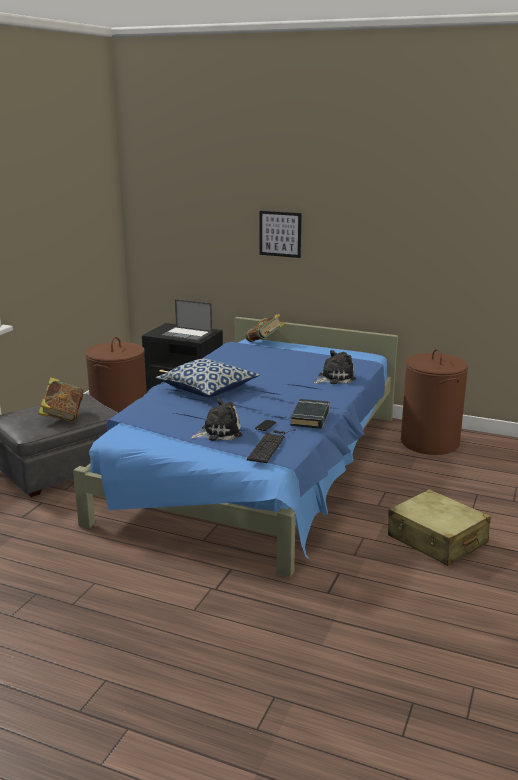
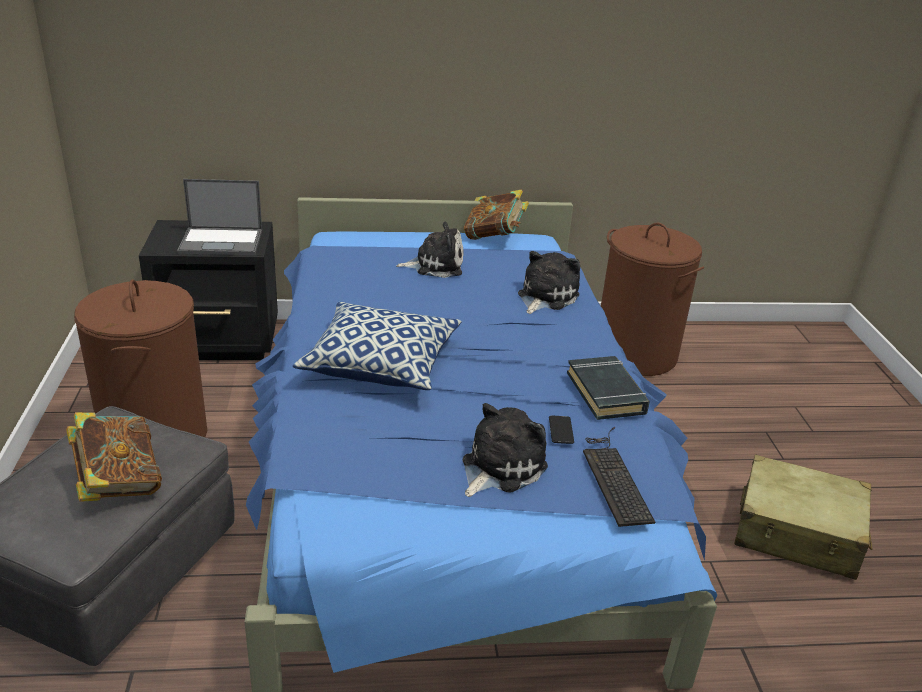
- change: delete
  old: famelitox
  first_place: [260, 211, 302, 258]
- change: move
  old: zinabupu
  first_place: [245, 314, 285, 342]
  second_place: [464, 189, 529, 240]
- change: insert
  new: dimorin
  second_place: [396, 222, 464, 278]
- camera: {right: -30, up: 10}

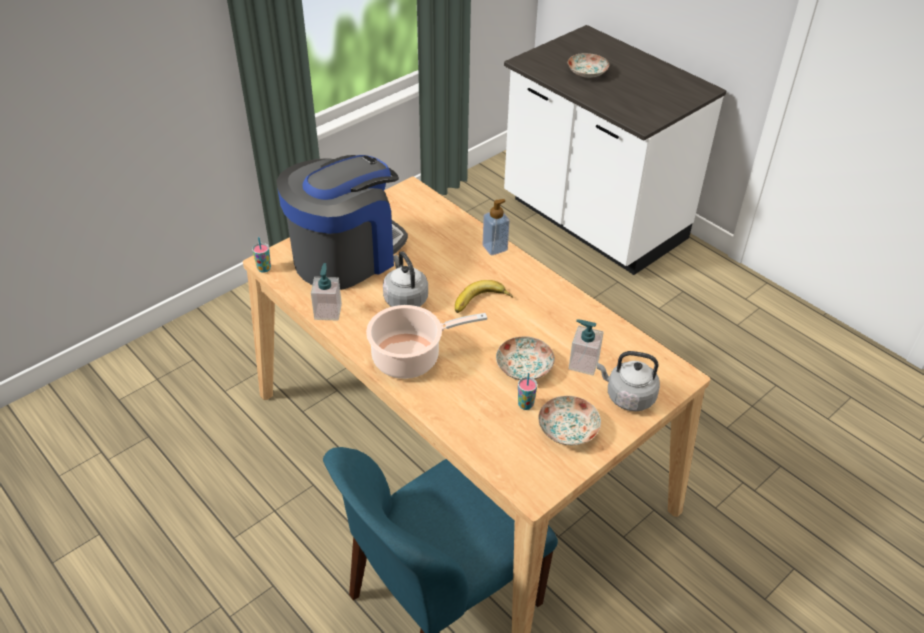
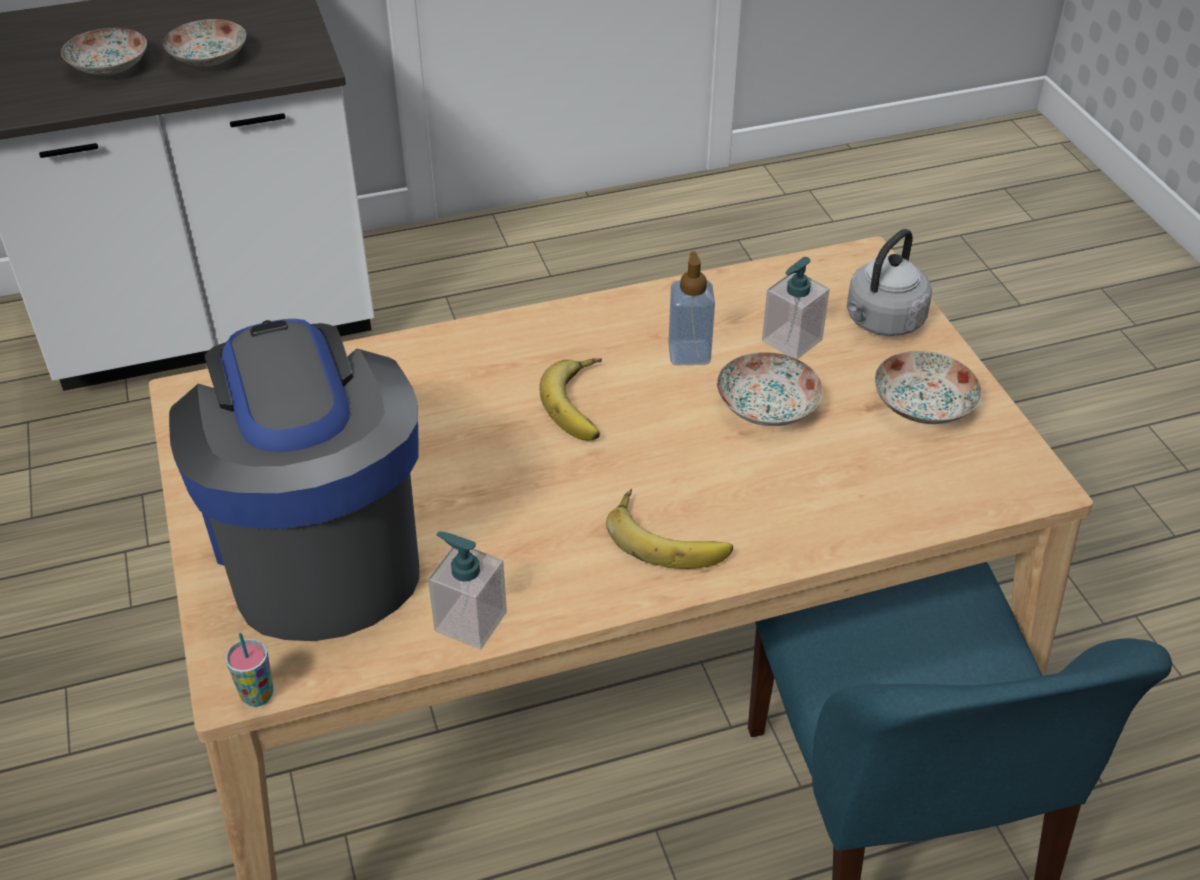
- change: move
  old: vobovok
  first_place: [483, 199, 510, 255]
  second_place: [668, 252, 715, 365]
- change: delete
  old: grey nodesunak
  first_place: [383, 251, 428, 307]
- change: replace
  old: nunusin
  new: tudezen
  first_place: [366, 305, 487, 379]
  second_place: [606, 489, 733, 569]
- change: delete
  old: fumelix
  first_place: [518, 373, 537, 410]
- change: insert
  new: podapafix
  second_place: [163, 19, 246, 67]
- camera: {right: -65, up: 0}

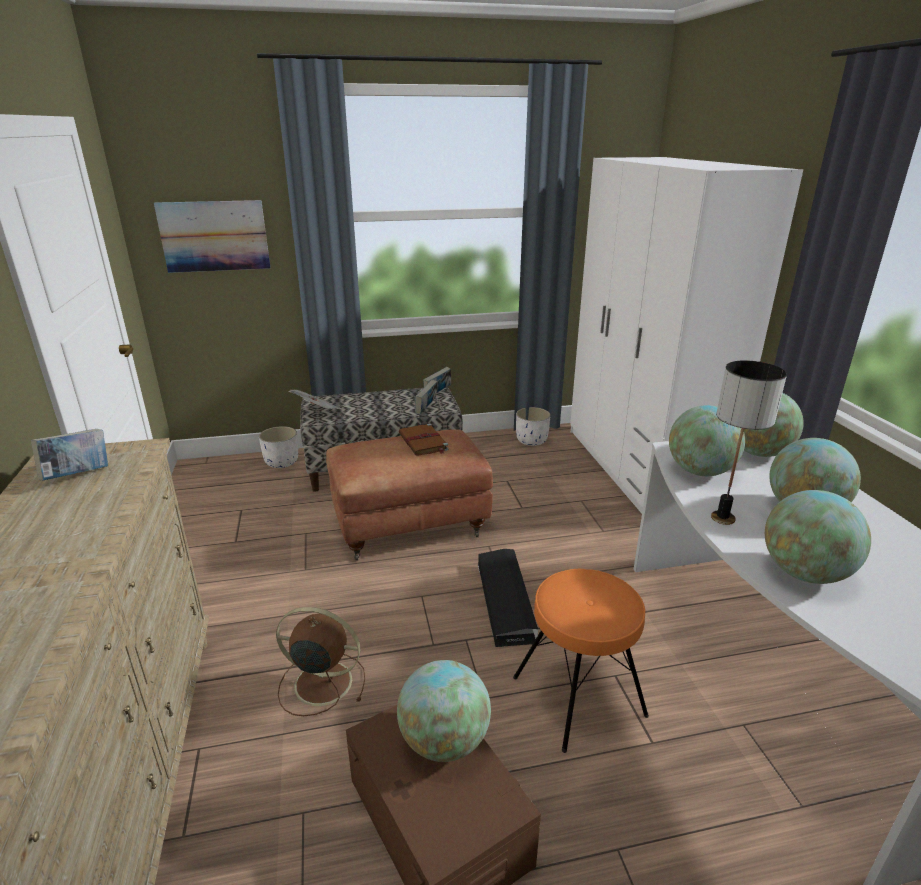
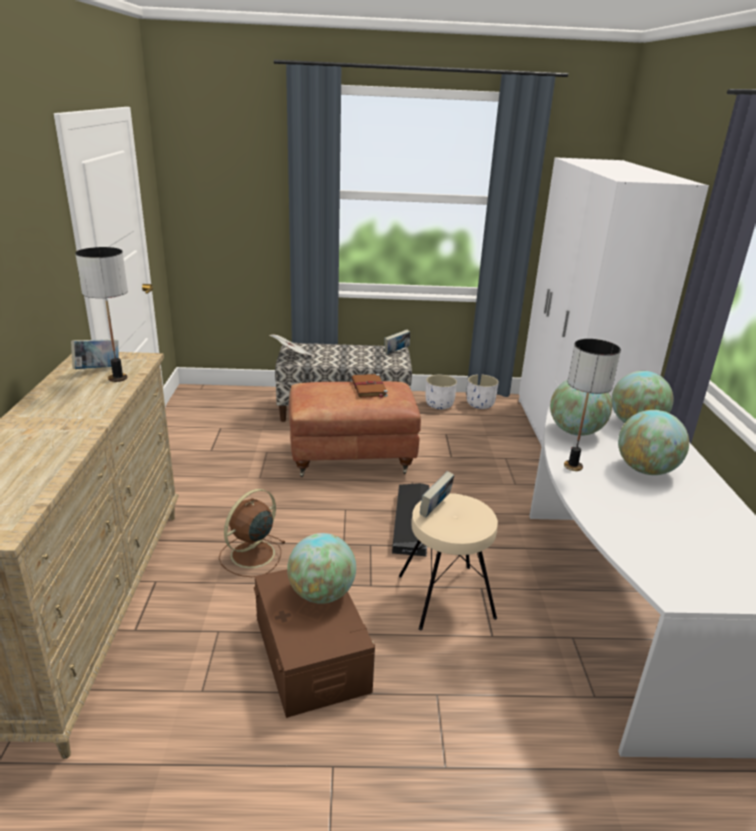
- change: delete
  old: famelitox
  first_place: [154, 200, 270, 273]
- change: move
  old: zinabupu
  first_place: [415, 380, 437, 414]
  second_place: [420, 471, 454, 517]
- change: move
  old: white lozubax
  first_place: [259, 426, 298, 468]
  second_place: [426, 375, 457, 409]
- change: delete
  old: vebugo
  first_place: [765, 490, 871, 584]
- change: recolor
  old: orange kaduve
  new: beige kaduve
  first_place: [513, 569, 649, 753]
  second_place: [399, 493, 498, 630]
- change: rotate
  old: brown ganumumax
  first_place: [276, 607, 365, 716]
  second_place: [219, 489, 286, 577]
  degrees: -75
- change: insert
  new: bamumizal
  second_place: [75, 247, 128, 382]
- camera: {right: 10, up: 0}

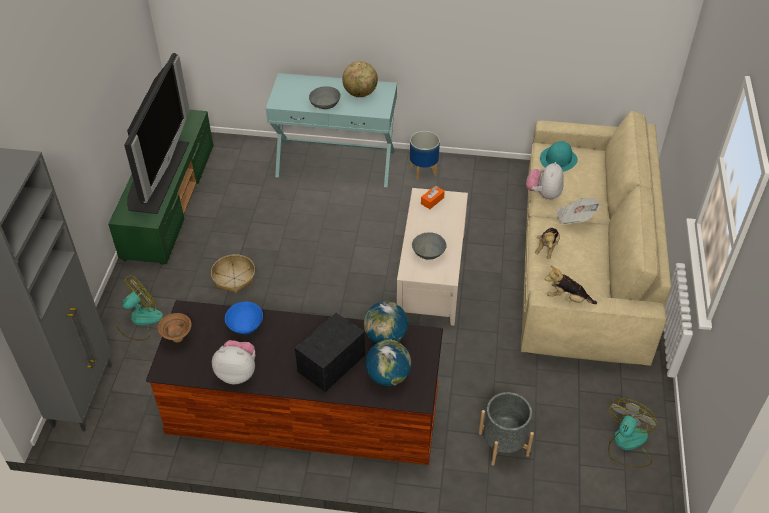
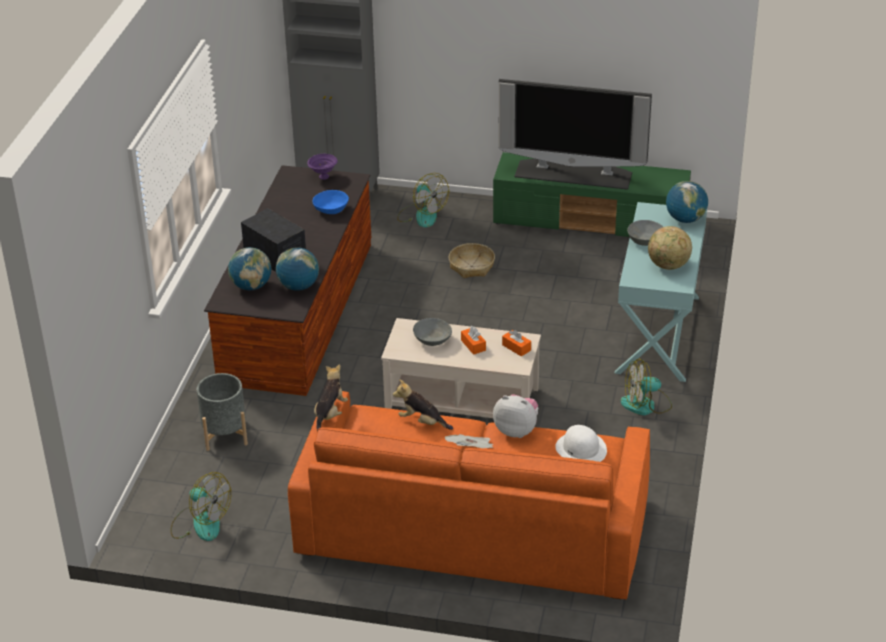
- change: recolor
  old: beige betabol
  new: orange betabol
  first_place: [521, 111, 671, 366]
  second_place: [288, 391, 650, 599]
- change: replace
  old: lozubax
  new: ganumumax
  first_place: [410, 131, 440, 180]
  second_place: [620, 359, 672, 415]
- change: recolor
  old: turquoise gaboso
  new: white gaboso
  first_place: [540, 141, 578, 172]
  second_place: [555, 425, 607, 462]
- change: recolor
  old: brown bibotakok
  new: purple bibotakok
  first_place: [158, 313, 191, 343]
  second_place: [307, 154, 338, 180]
- change: delete
  old: dimorin
  first_place: [212, 340, 256, 384]
- change: insert
  new: vebugo
  second_place: [666, 181, 708, 223]
- change: insert
  new: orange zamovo
  second_place: [461, 326, 486, 355]
- camera: {right: 95, up: -10}

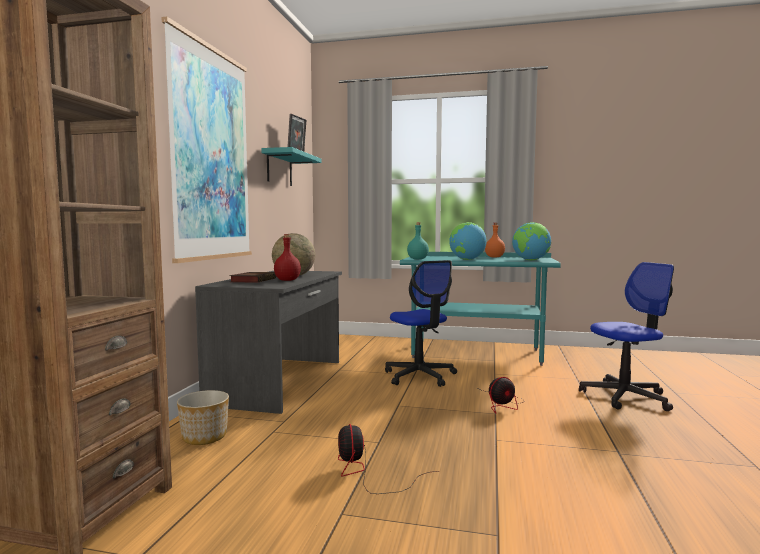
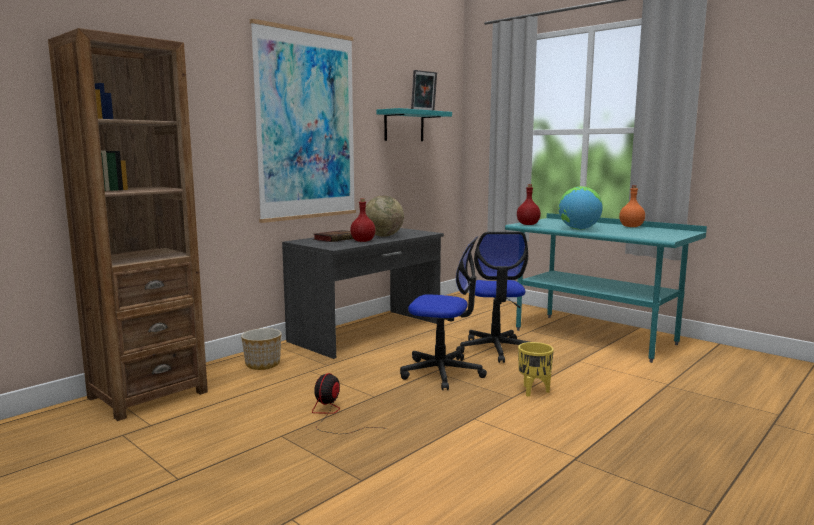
- change: recolor
  old: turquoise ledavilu
  new: red ledavilu
  first_place: [407, 222, 429, 259]
  second_place: [517, 184, 541, 225]
- change: delete
  old: vebugo
  first_place: [512, 222, 551, 260]
- change: move
  old: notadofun
  first_place: [579, 262, 674, 411]
  second_place: [400, 236, 487, 390]
- change: replace
  old: ganumumax
  new: yellow lozubax
  first_place: [482, 377, 525, 414]
  second_place: [518, 342, 554, 397]
- camera: {right: 30, up: 5}

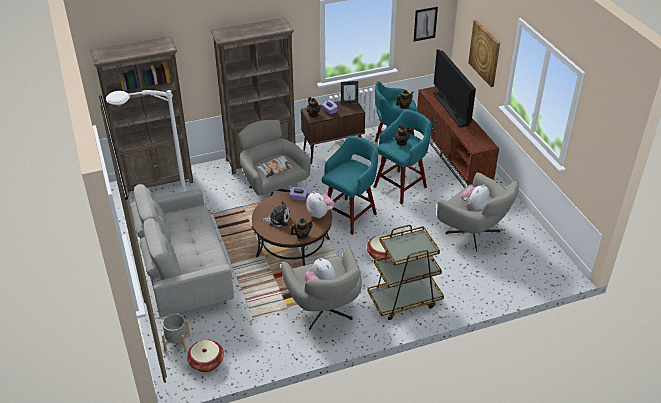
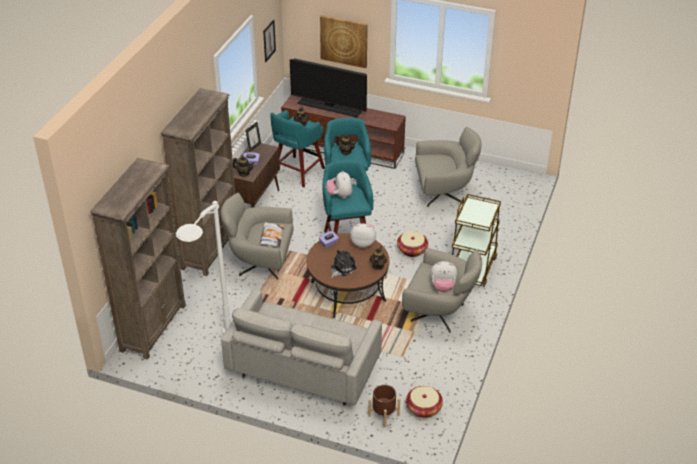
- change: move
  old: dimorin
  first_place: [461, 184, 490, 211]
  second_place: [326, 171, 353, 199]
- change: recolor
  old: grey lozubax
  new: brown lozubax
  first_place: [161, 314, 191, 352]
  second_place: [368, 385, 400, 428]
- camera: {right: -50, up: 0}

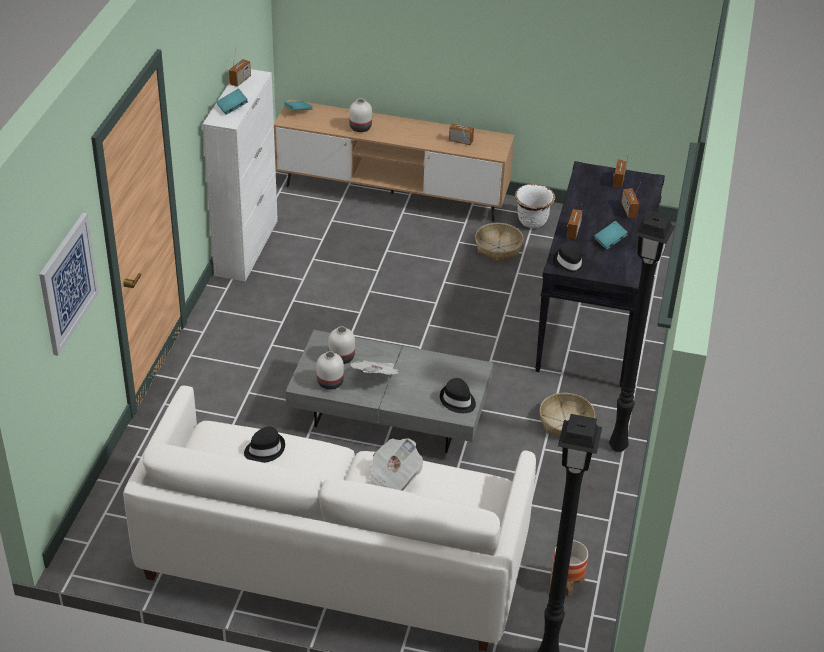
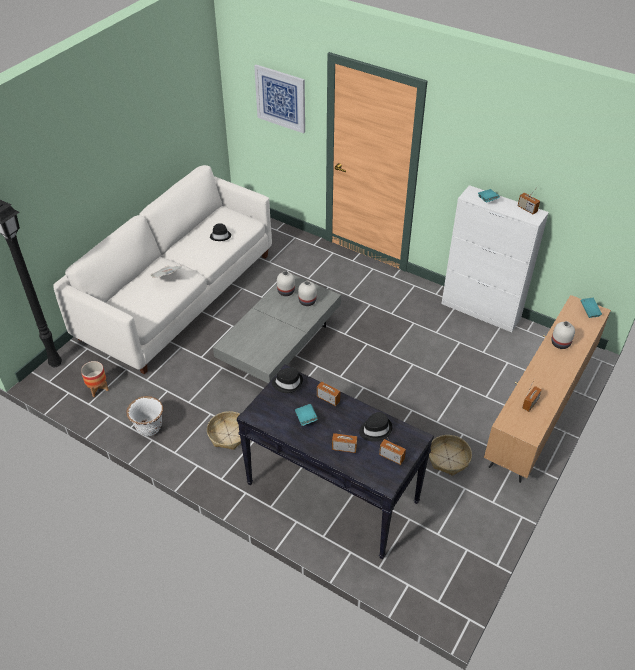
- change: move
  old: white lozubax
  first_place: [515, 184, 555, 229]
  second_place: [126, 396, 163, 436]
- change: delete
  old: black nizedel
  first_place: [609, 211, 675, 452]
- change: delete
  old: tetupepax
  first_place: [350, 360, 399, 375]
- change: move
  old: black gaboso
  first_place: [440, 378, 476, 413]
  second_place: [359, 412, 392, 442]
- camera: {right: 110, up: 5}

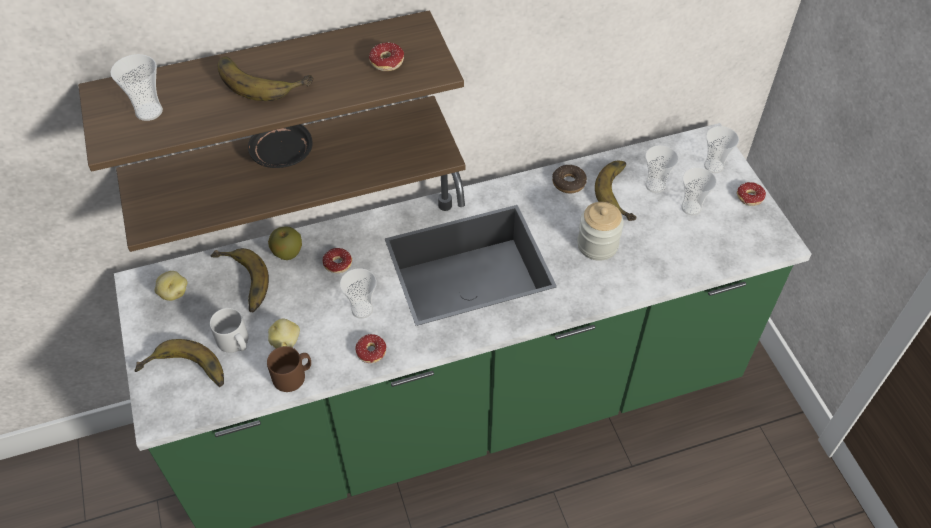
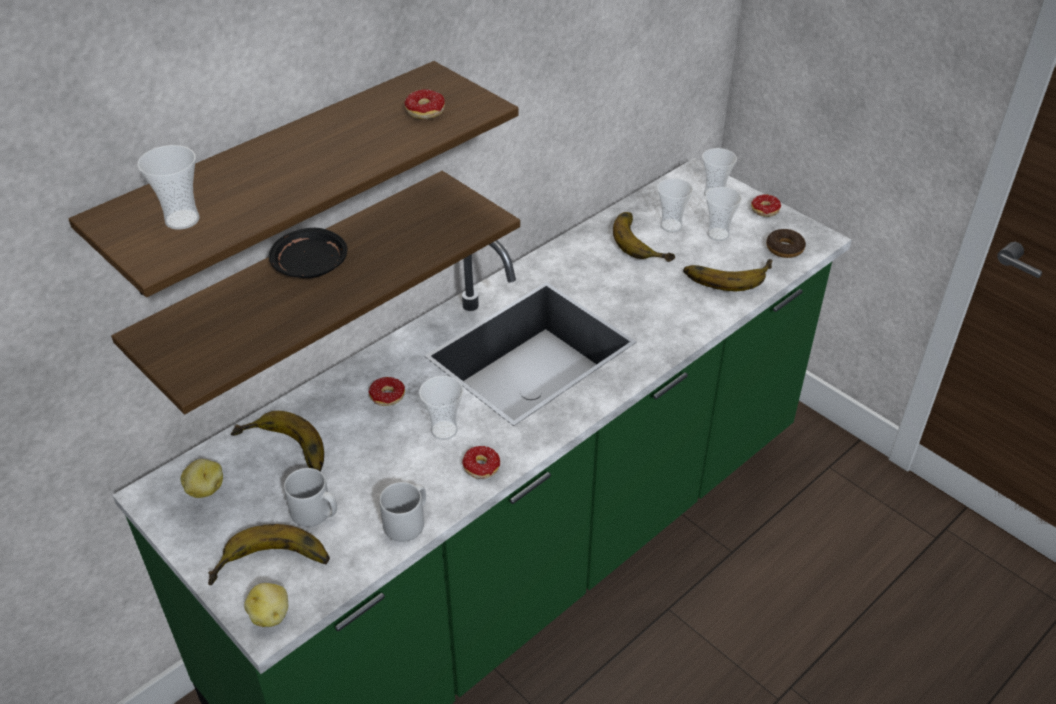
- change: move
  old: tudezen
  first_place: [218, 56, 314, 101]
  second_place: [683, 259, 773, 291]
- change: move
  old: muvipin
  first_place: [552, 165, 587, 193]
  second_place: [766, 229, 806, 258]
- change: delete
  old: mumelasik
  first_place: [577, 202, 624, 261]
- change: delete
  old: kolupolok
  first_place: [268, 226, 302, 260]
- change: move
  old: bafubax
  first_place: [268, 319, 300, 348]
  second_place: [244, 583, 288, 627]
- change: recolor
  old: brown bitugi
  new: grey bitugi
  first_place: [267, 346, 311, 392]
  second_place: [379, 482, 426, 542]
- camera: {right: -25, up: -10}

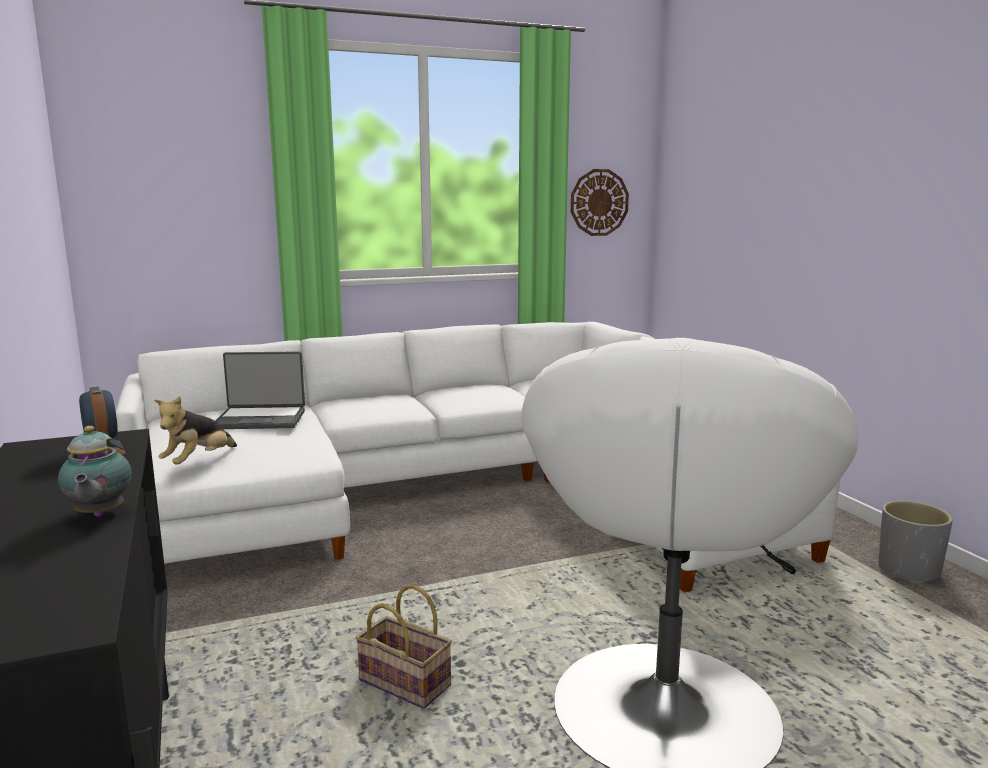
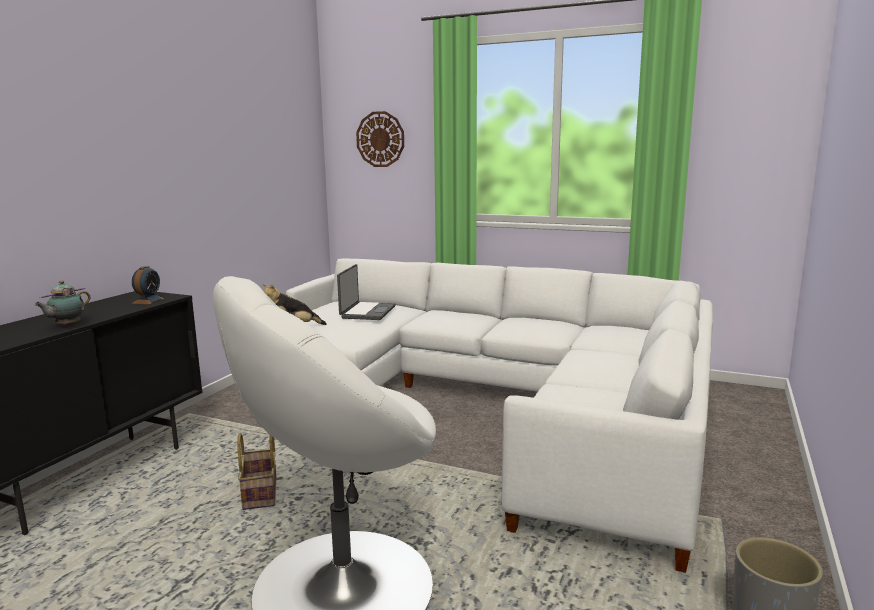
- change: move
  old: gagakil
  first_place: [571, 169, 629, 236]
  second_place: [356, 111, 404, 167]
- change: rotate
  old: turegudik
  first_place: [215, 351, 305, 429]
  second_place: [337, 264, 396, 320]
  degrees: -120
- camera: {right: 45, up: 0}

